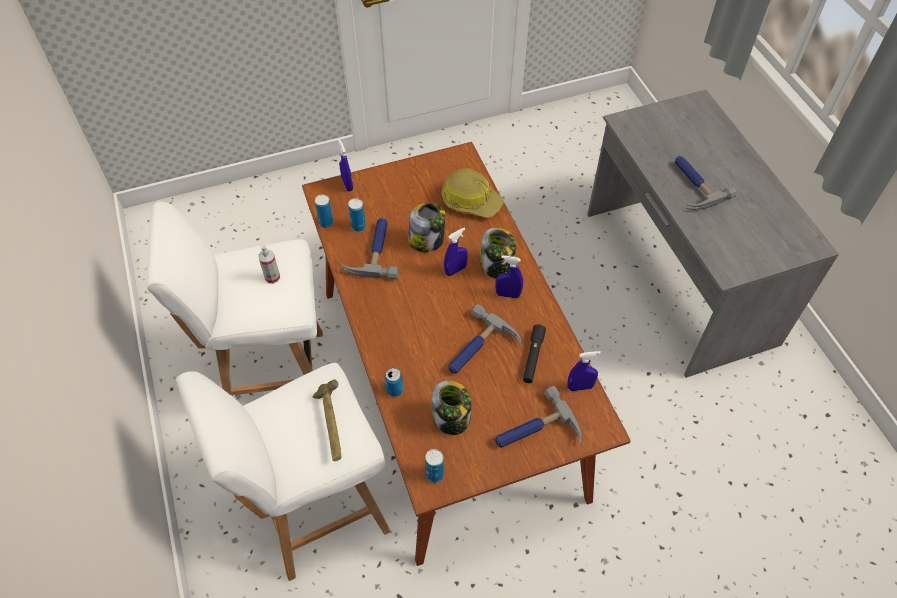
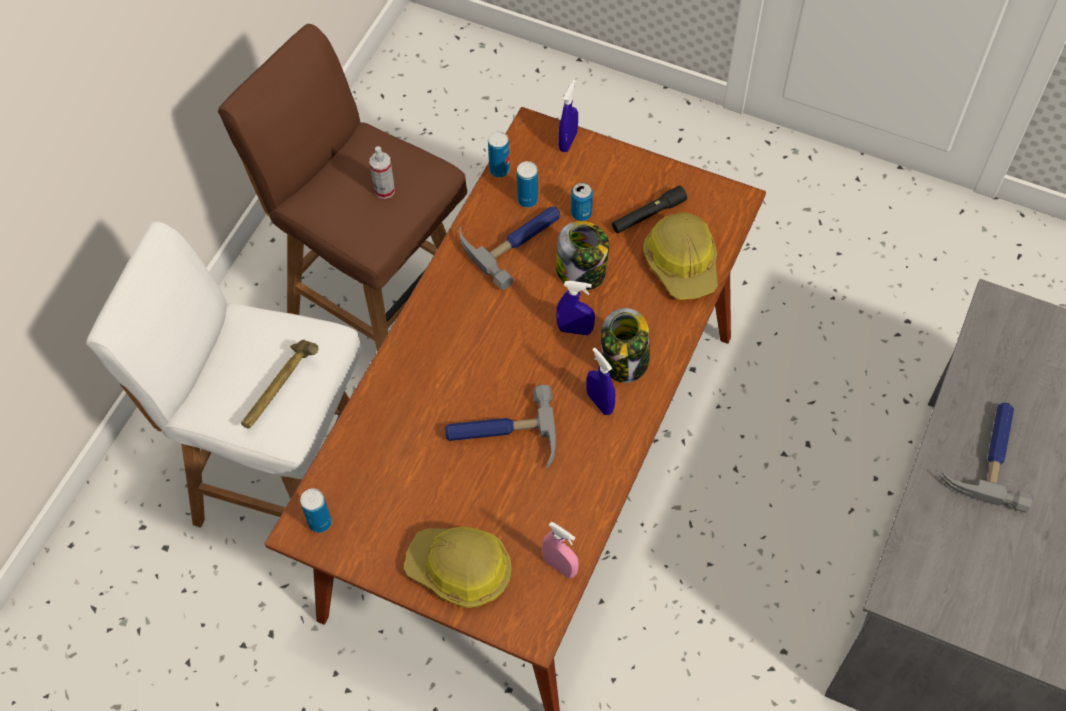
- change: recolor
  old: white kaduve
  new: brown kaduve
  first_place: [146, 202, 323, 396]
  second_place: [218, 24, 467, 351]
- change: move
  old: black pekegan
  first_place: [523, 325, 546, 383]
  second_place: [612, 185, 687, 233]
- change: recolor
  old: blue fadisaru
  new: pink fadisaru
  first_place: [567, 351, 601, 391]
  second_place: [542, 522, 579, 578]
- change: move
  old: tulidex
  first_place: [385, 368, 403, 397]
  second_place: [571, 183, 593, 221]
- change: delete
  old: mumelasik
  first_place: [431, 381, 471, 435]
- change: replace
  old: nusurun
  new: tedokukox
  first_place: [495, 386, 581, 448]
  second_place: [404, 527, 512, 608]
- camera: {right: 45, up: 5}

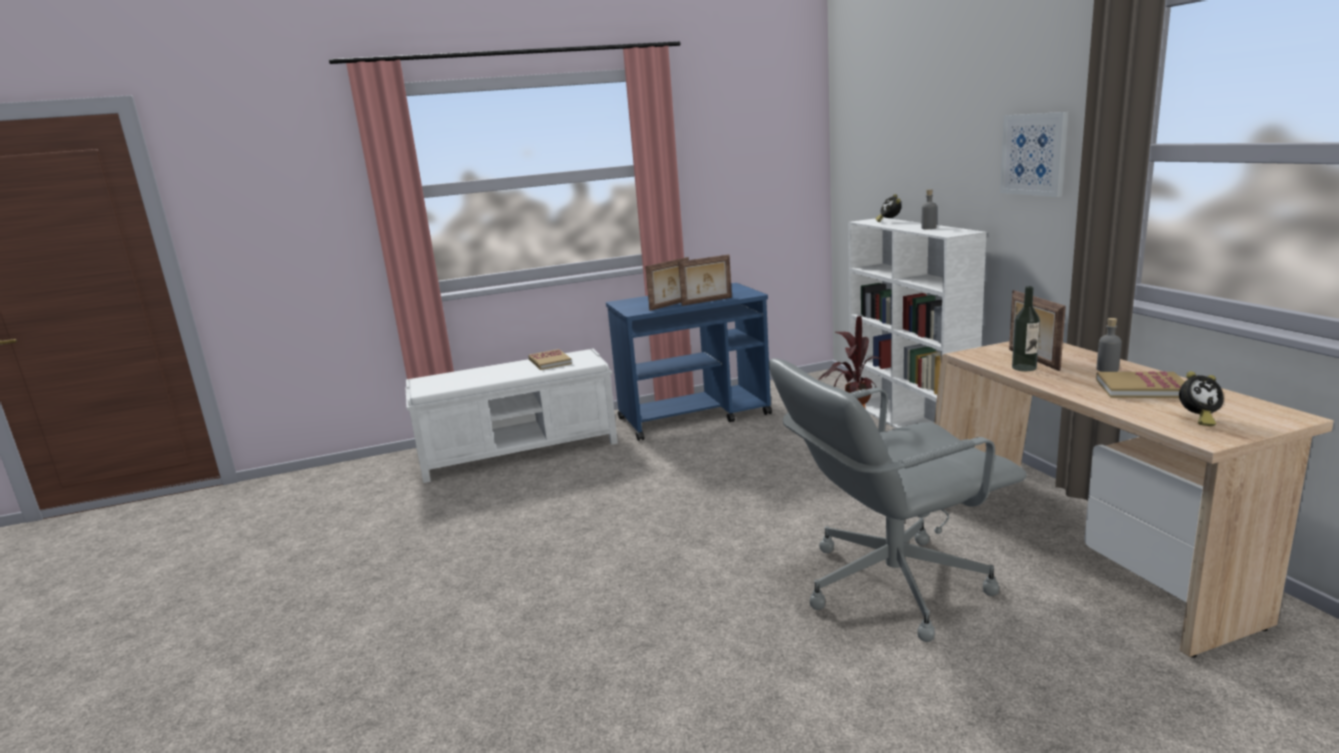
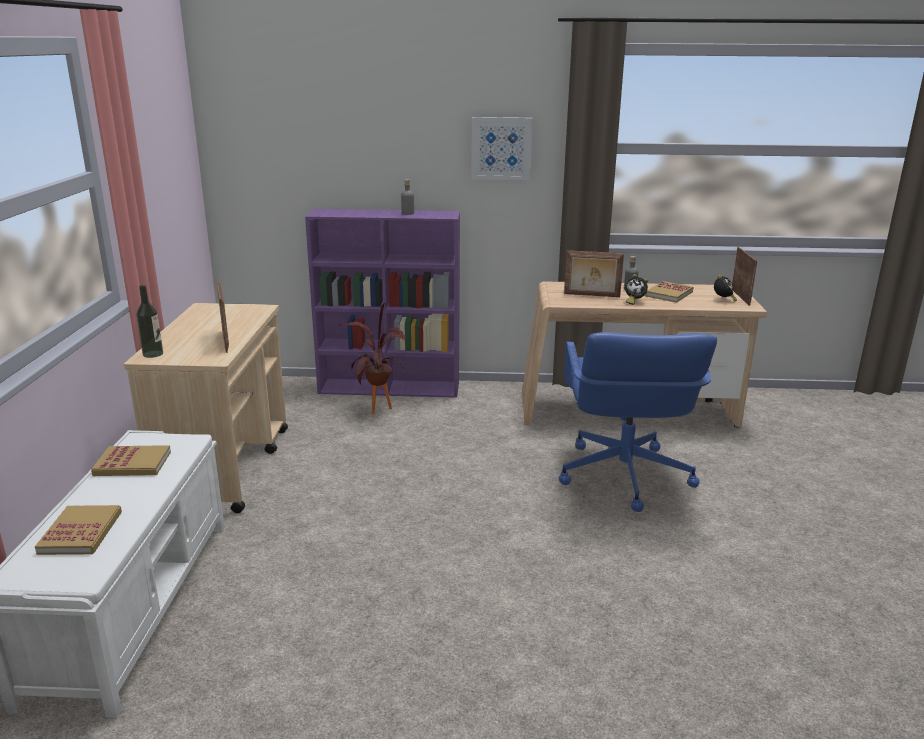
- change: move
  old: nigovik
  first_place: [875, 194, 901, 222]
  second_place: [625, 274, 648, 305]
- change: recolor
  old: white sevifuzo
  new: purple sevifuzo
  first_place: [848, 218, 987, 428]
  second_place: [305, 209, 460, 398]
- change: move
  old: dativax
  first_place: [678, 255, 732, 306]
  second_place: [732, 247, 757, 306]
- change: recolor
  old: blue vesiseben
  new: beige vesiseben
  first_place: [606, 283, 772, 441]
  second_place: [124, 303, 288, 513]
- change: move
  old: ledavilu
  first_place: [1012, 286, 1040, 371]
  second_place: [136, 285, 163, 358]
- change: recolor
  old: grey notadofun
  new: blue notadofun
  first_place: [769, 358, 1027, 642]
  second_place: [559, 332, 717, 512]
- change: insert
  new: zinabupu
  second_place: [35, 505, 122, 555]
- camera: {right: -70, up: 5}

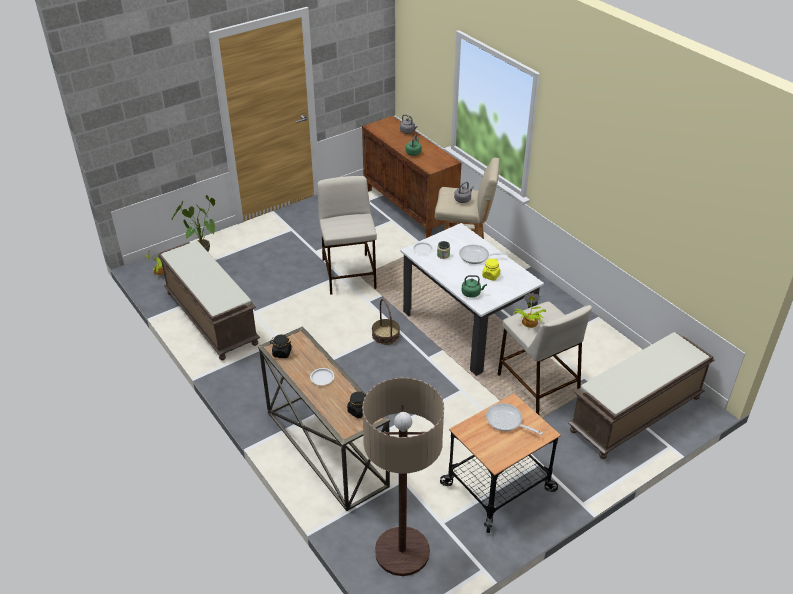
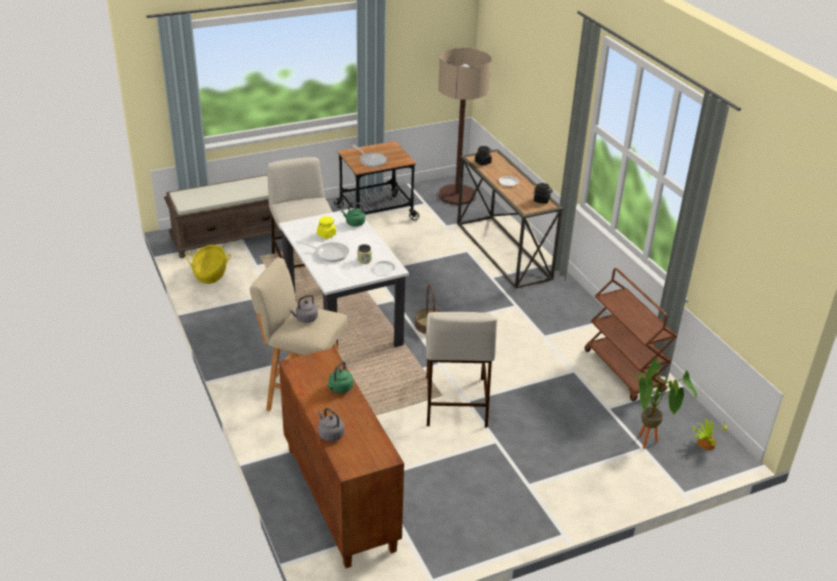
- change: replace
  old: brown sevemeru
  new: brown vesiseben
  first_place: [158, 241, 260, 360]
  second_place: [585, 268, 677, 401]
- change: delete
  old: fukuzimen
  first_place: [513, 292, 546, 328]
- change: insert
  new: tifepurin
  second_place: [186, 245, 231, 284]
- camera: {right: -170, up: -5}

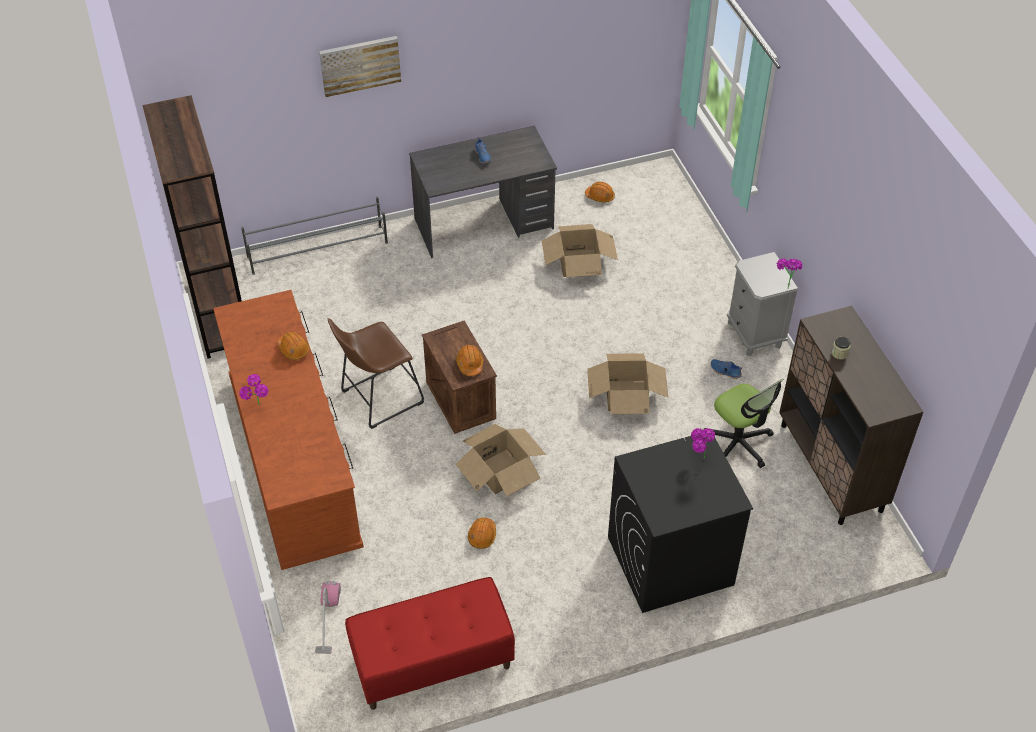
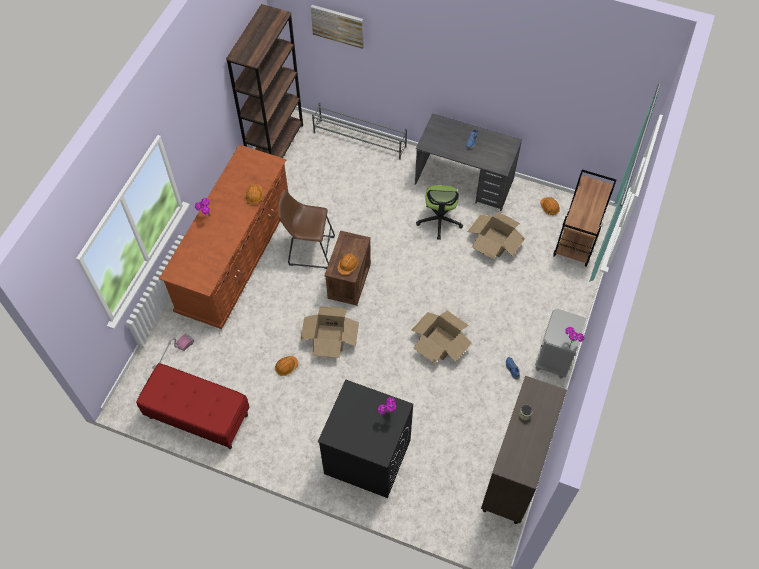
- change: move
  old: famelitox
  first_place: [319, 36, 401, 97]
  second_place: [311, 5, 364, 49]
- change: move
  old: notadofun
  first_place: [704, 379, 784, 468]
  second_place: [416, 185, 463, 240]
- change: insert
  new: brown vesiseben
  second_place: [553, 169, 616, 267]
- camera: {right: 40, up: 10}

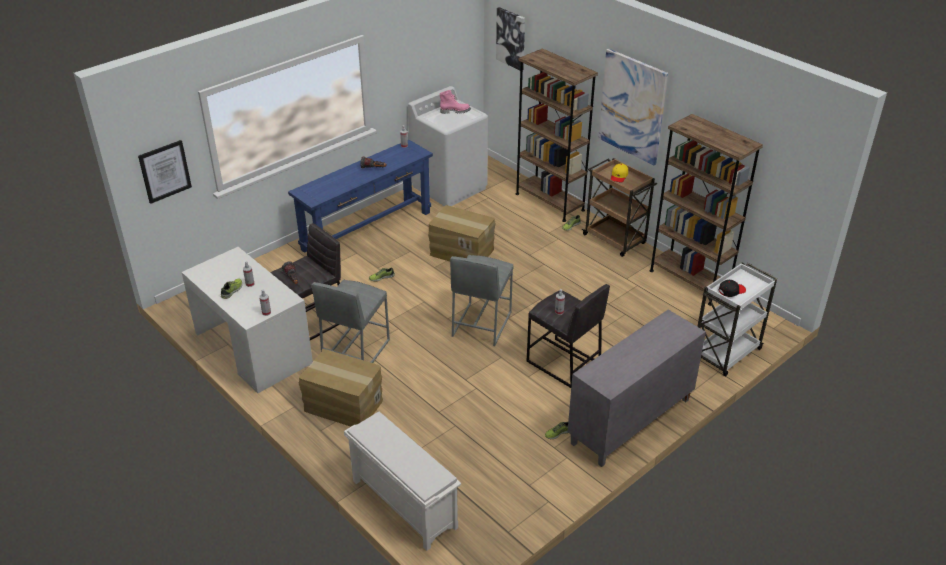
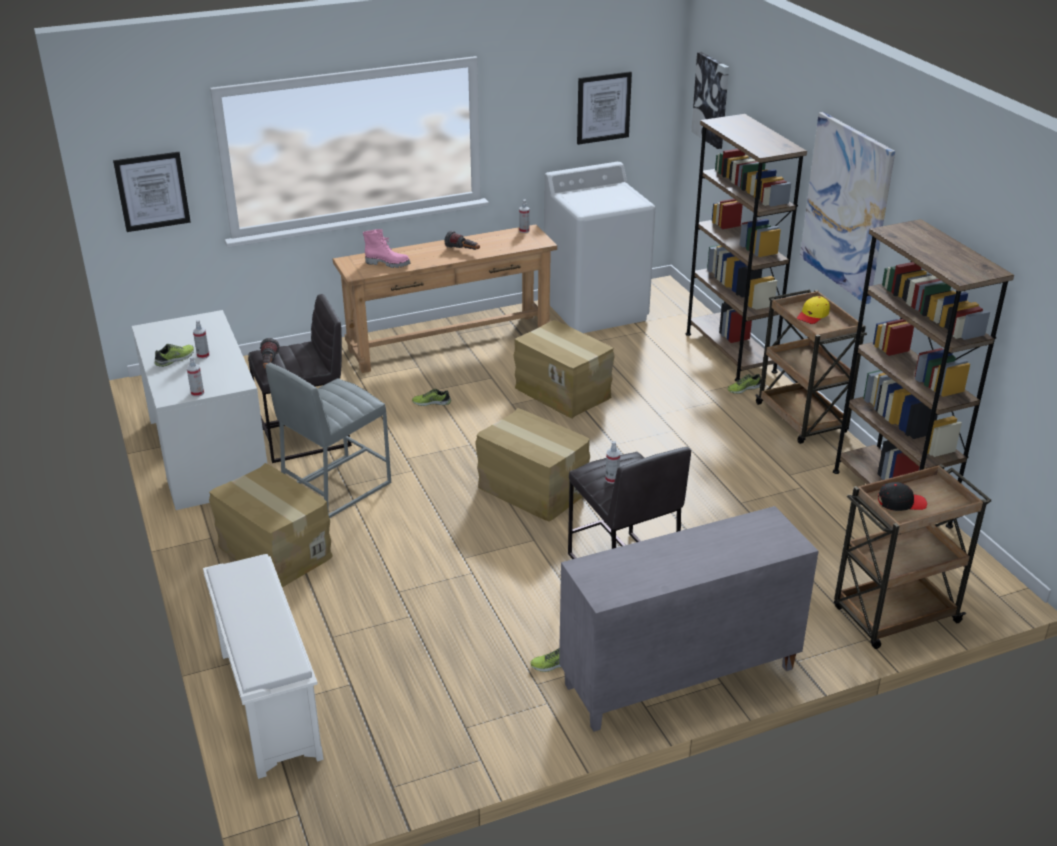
- change: move
  old: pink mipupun
  first_place: [439, 90, 471, 114]
  second_place: [363, 229, 410, 268]
- change: recolor
  old: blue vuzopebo
  new: brown vuzopebo
  first_place: [288, 140, 433, 253]
  second_place: [333, 224, 557, 373]
- change: replace
  old: grey kaduve
  new: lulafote
  first_place: [450, 255, 513, 346]
  second_place: [475, 408, 590, 522]
- change: recolor
  old: white vesiseben
  new: brown vesiseben
  first_place: [697, 262, 777, 377]
  second_place: [834, 464, 991, 649]
- change: insert
  new: famelitox
  second_place: [577, 71, 632, 145]
- camera: {right: 20, up: -5}

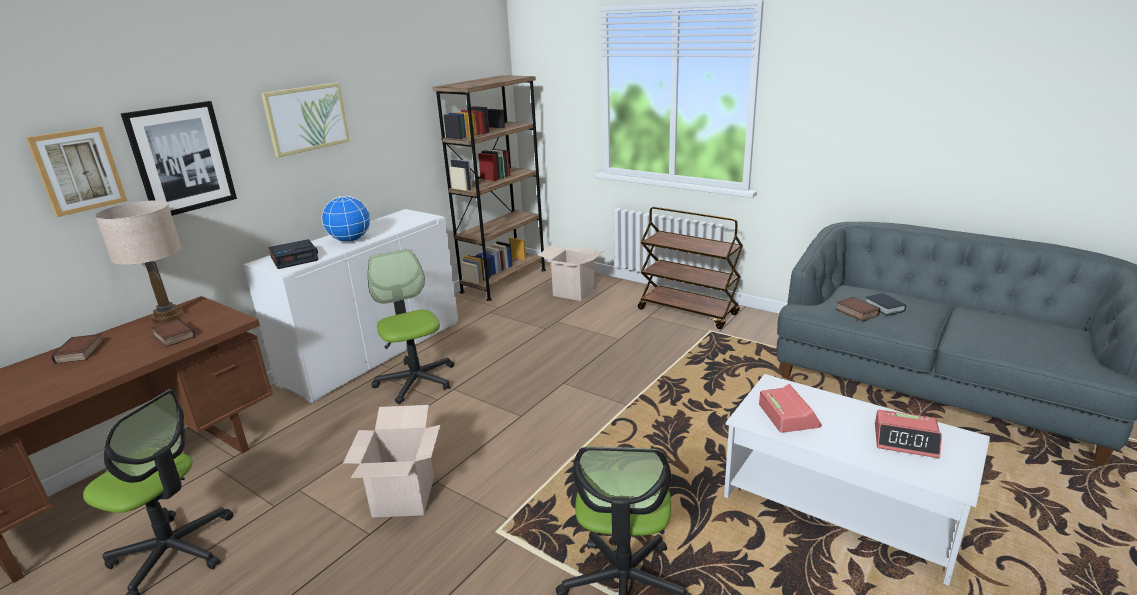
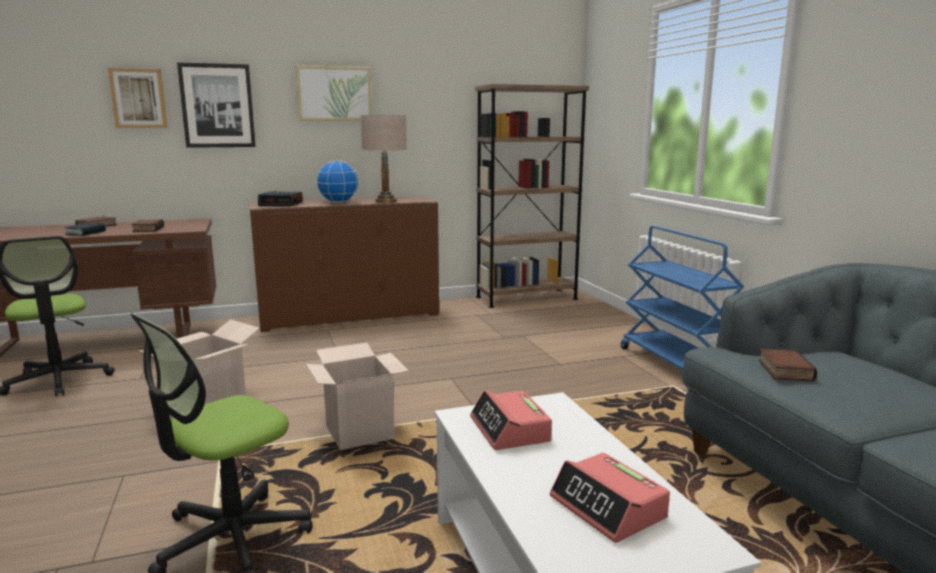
- change: move
  old: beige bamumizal
  first_place: [95, 200, 184, 323]
  second_place: [360, 115, 407, 203]
- change: recolor
  old: brown vesiseben
  new: blue vesiseben
  first_place: [638, 207, 743, 329]
  second_place: [621, 226, 744, 374]
- change: recolor
  old: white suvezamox
  new: brown suvezamox
  first_place: [243, 209, 458, 403]
  second_place: [250, 196, 439, 332]
- change: move
  old: lulafote
  first_place: [538, 245, 606, 301]
  second_place: [306, 343, 409, 450]
- change: delete
  old: notadofun
  first_place: [368, 249, 454, 404]
- change: move
  old: zinabupu
  first_place: [866, 293, 906, 316]
  second_place: [64, 223, 106, 236]
- change: rotate
  old: nigovik
  first_place: [759, 384, 822, 433]
  second_place: [470, 390, 552, 450]
  degrees: 135
- camera: {right: 35, up: -10}

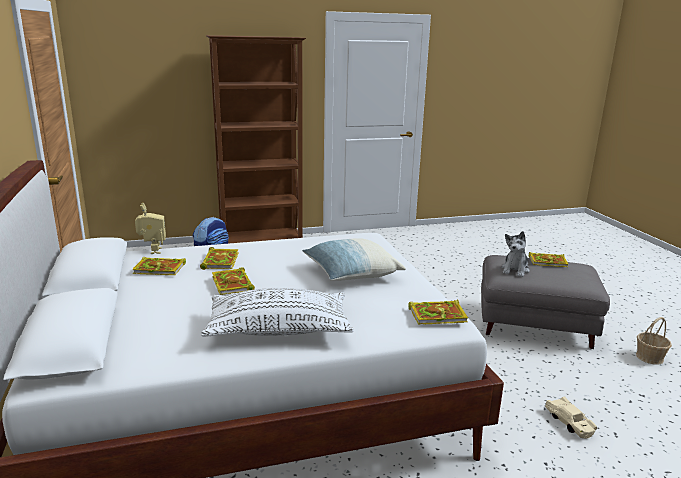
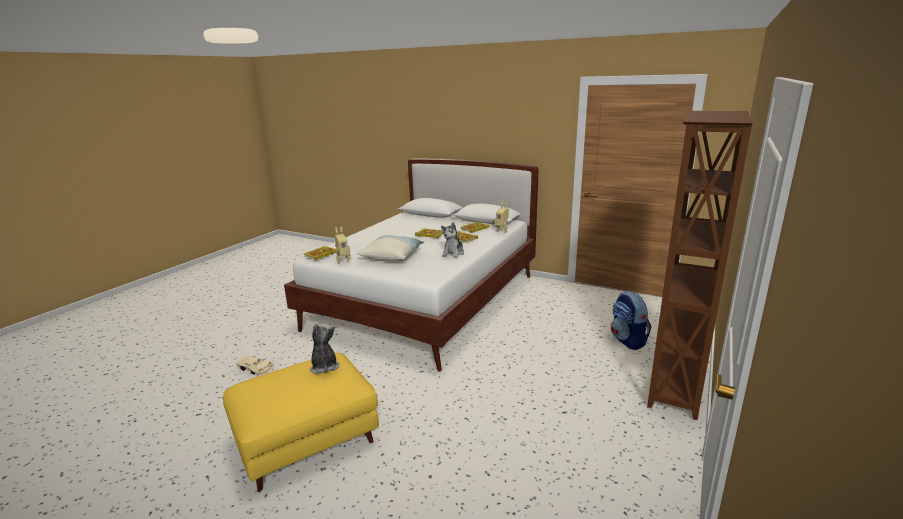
- change: delete
  old: zinabupu
  first_place: [529, 252, 569, 267]
- change: recolor
  old: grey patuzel
  new: yellow patuzel
  first_place: [481, 255, 610, 349]
  second_place: [223, 353, 379, 492]
- change: delete
  old: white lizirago
  first_place: [201, 288, 354, 337]
- change: delete
  old: tifepurin
  first_place: [636, 317, 672, 365]
- change: insert
  new: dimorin
  second_place: [441, 222, 464, 258]
- change: insert
  new: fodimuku
  second_place: [335, 227, 351, 264]
- camera: {right: 135, up: 0}

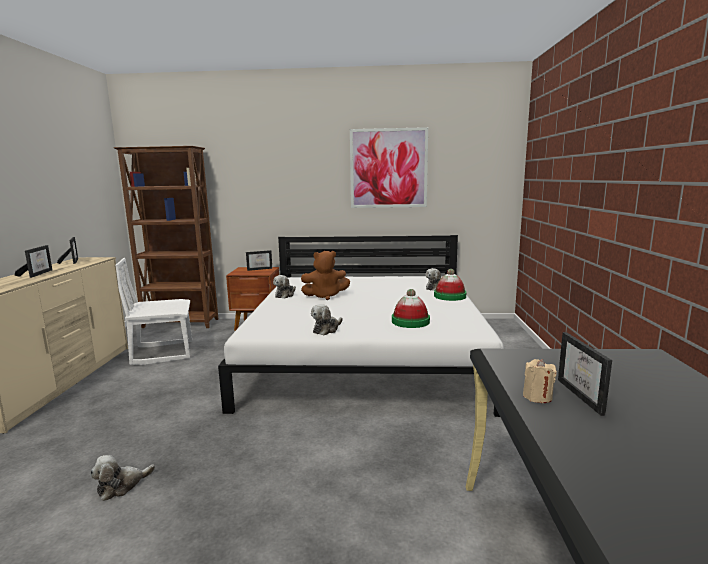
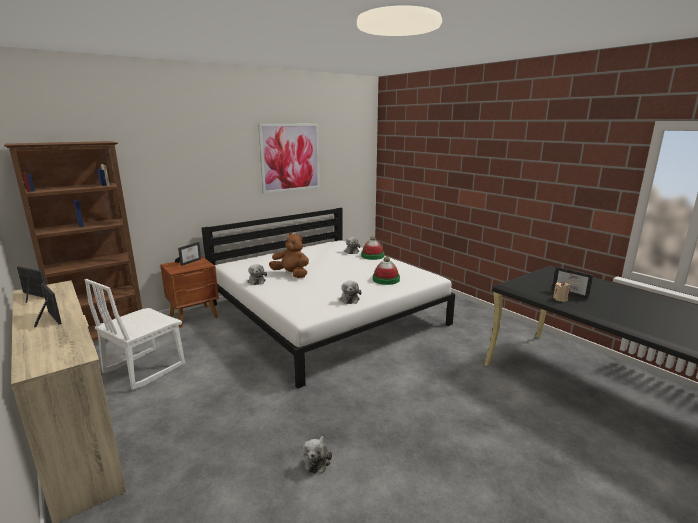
- change: rotate
  old: brown dimorin
  first_place: [301, 251, 350, 300]
  second_place: [269, 232, 309, 278]
  degrees: -105
- camera: {right: -40, up: 5}

